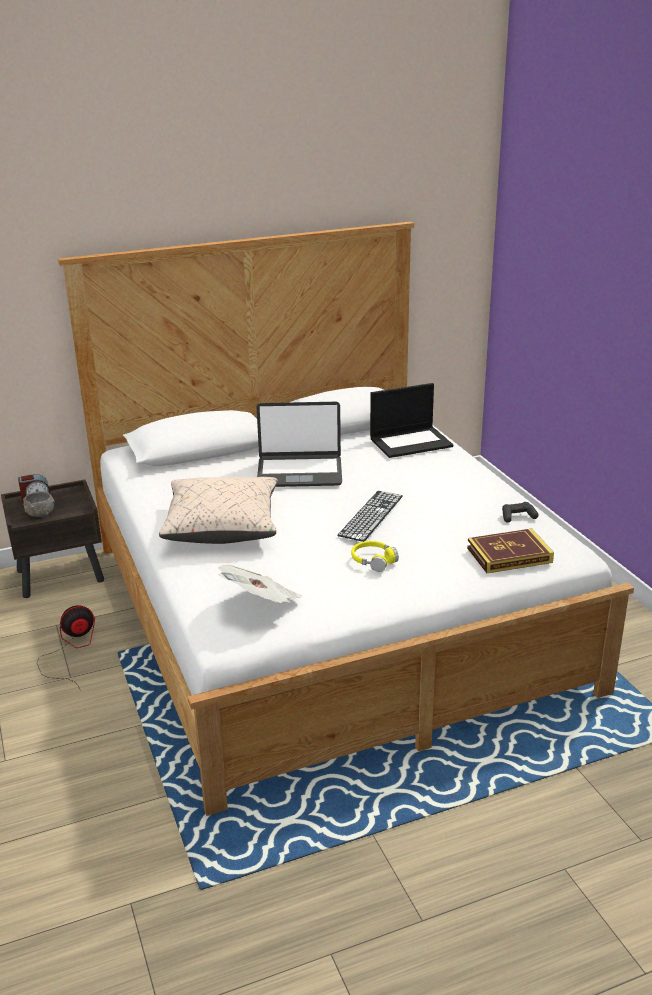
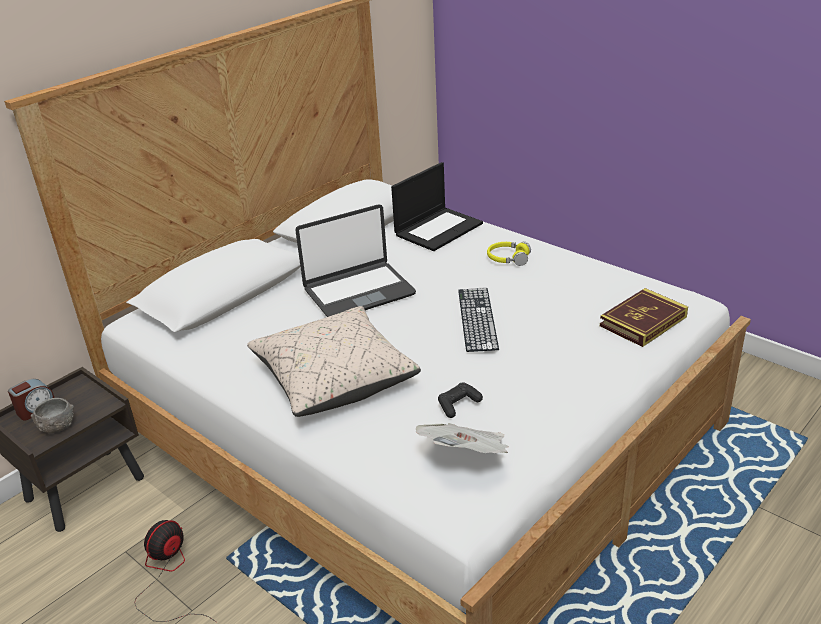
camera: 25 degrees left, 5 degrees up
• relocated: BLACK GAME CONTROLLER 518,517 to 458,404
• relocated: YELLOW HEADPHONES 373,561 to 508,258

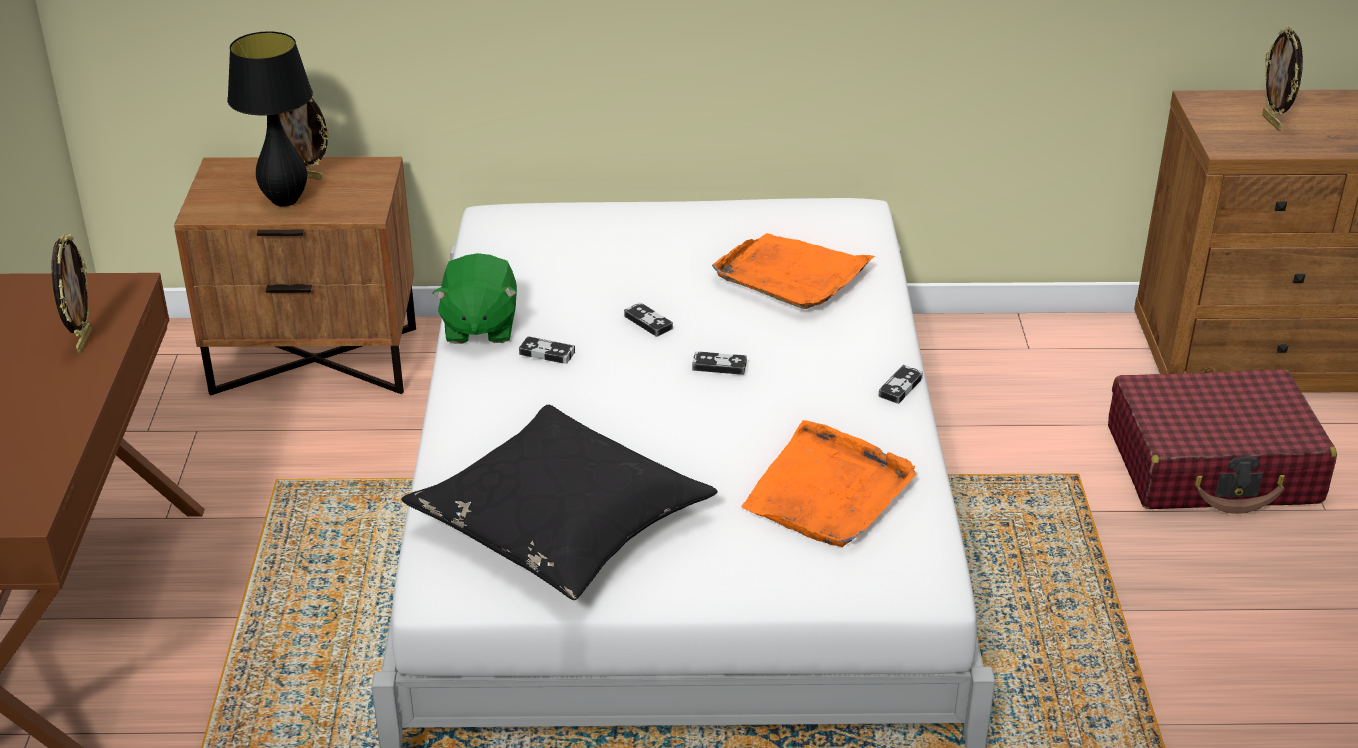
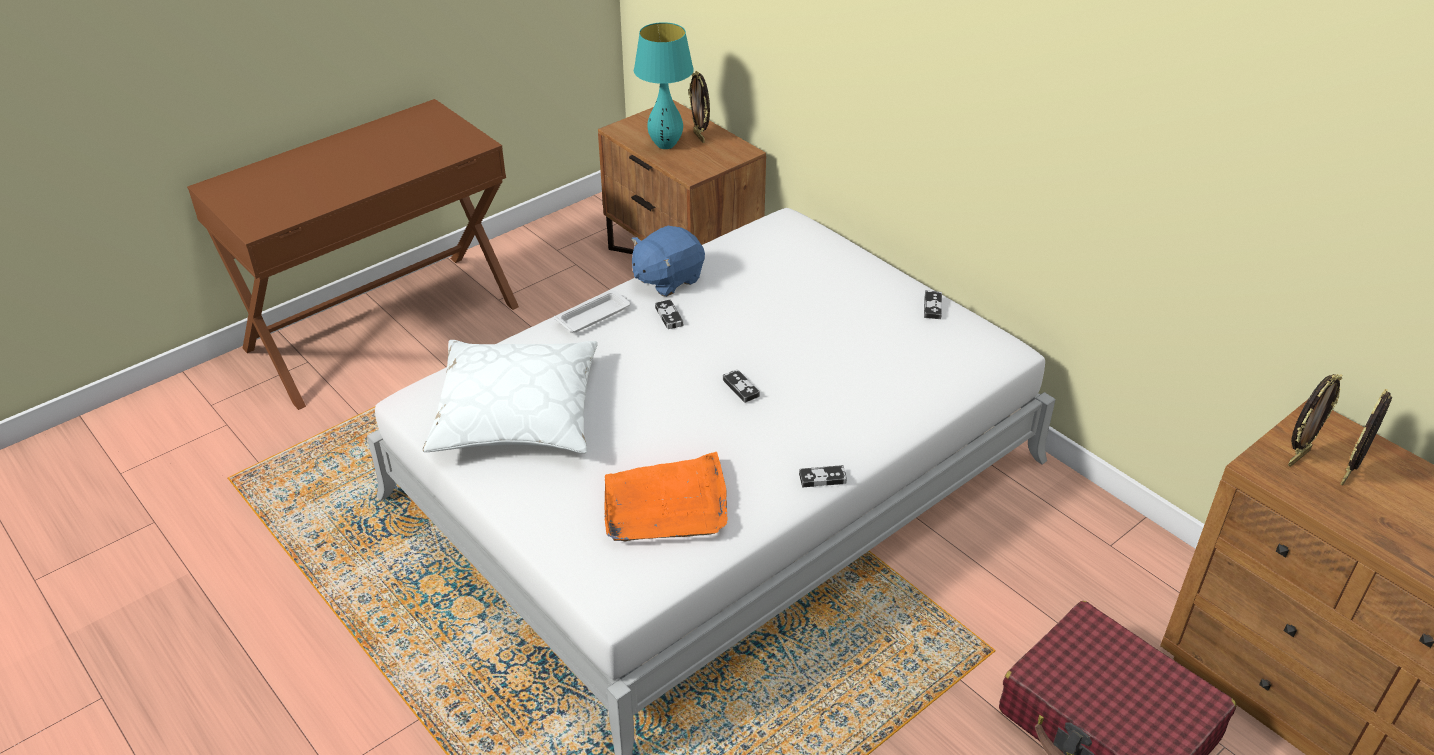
camera: 50 degrees right, 5 degrees up
• colour: BLACK TABLE LAMP 285,201 to TURQUOISE TABLE LAMP 665,145
• missing: ORANGE TRAY 791,274
• relocated: PICTURE FRAME 83,341 to 1297,456
• colour: GREEN PLUSH TOY 479,327 to BLUE PLUSH TOY 667,279
• relocated: GAME CONTROLLER 648,322 to 932,307
• colour: BLACK PILLOW 561,522 to WHITE PILLOW 517,412
• appeared: WHITE TRAY 594,315

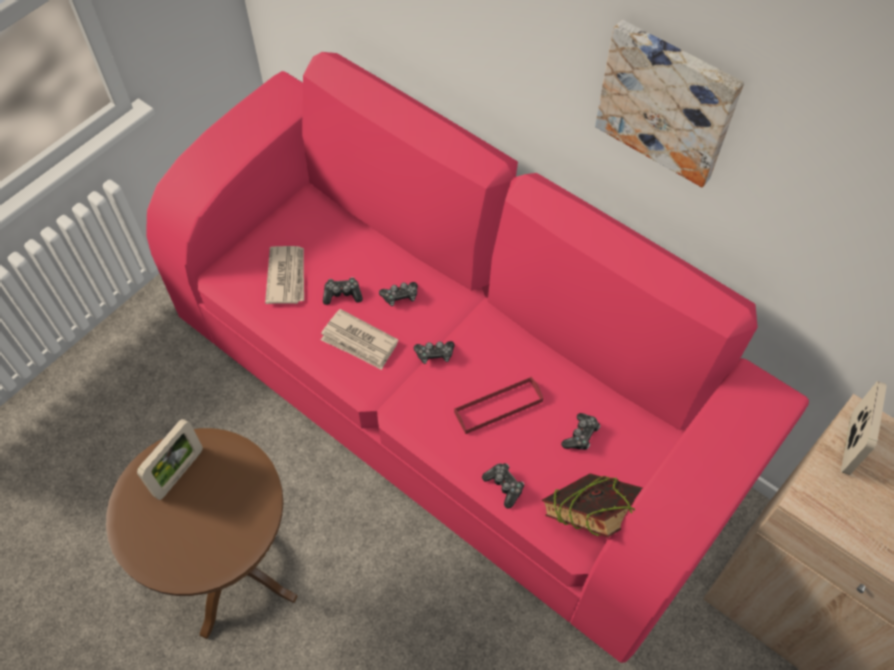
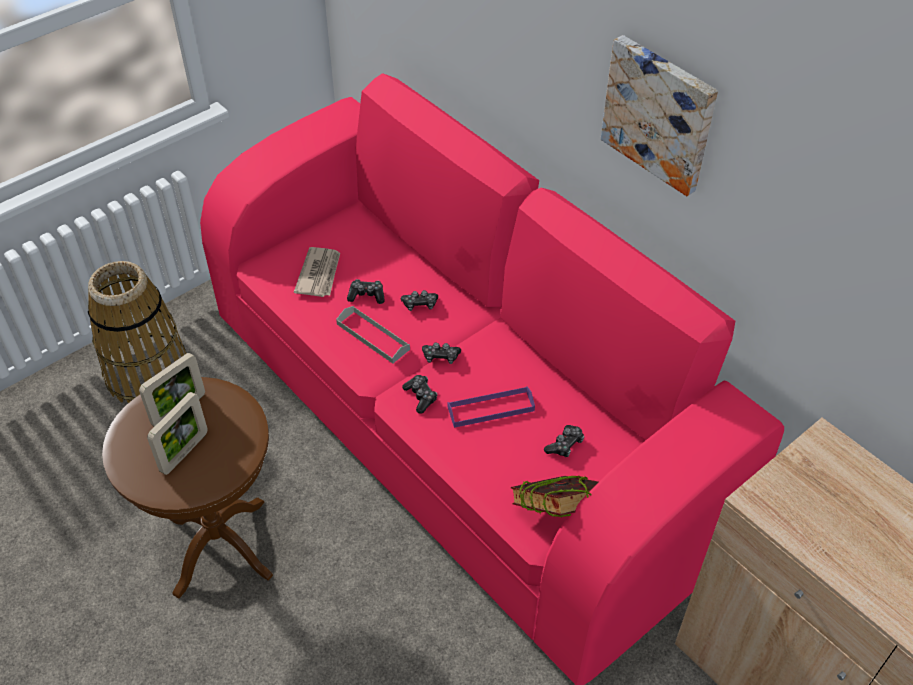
camera: 10 degrees right, 10 degrees down
• exchanged: NEWSPAPER 359,342 to GREY TRAY 373,337
• colour: RED TRAY 498,407 to PURPLE TRAY 491,409
• relocated: PICTURE FRAME 849,444 to 184,452
• relocated: GAME CONTROLLER 504,486 to 421,397
• appeared: BASKET 148,373

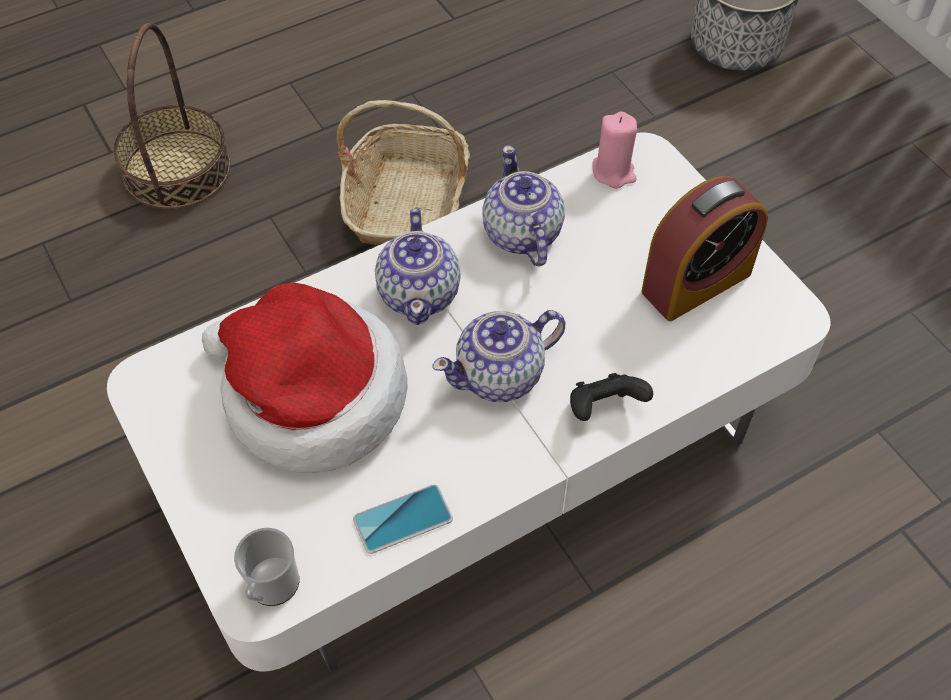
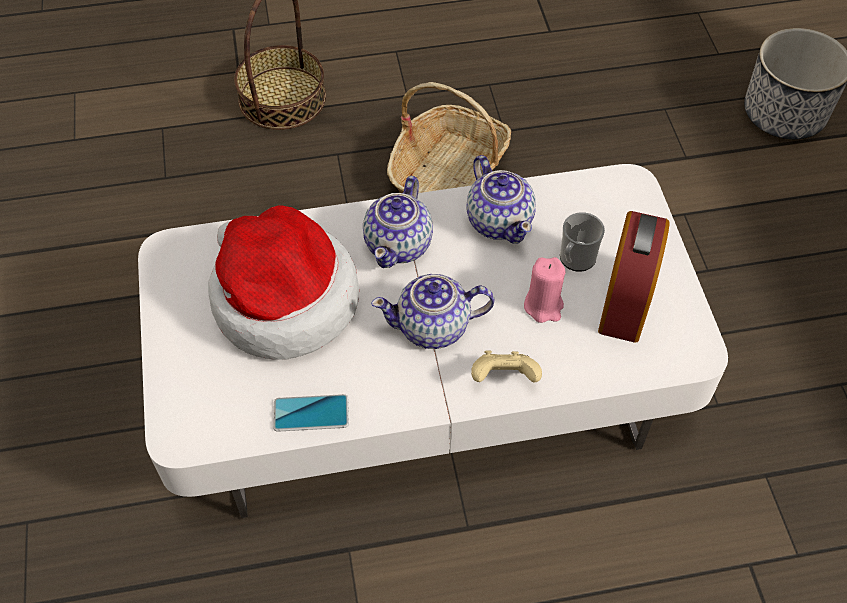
camera: 20 degrees right, 0 degrees up
• relocated: PINK CANDLE 613,172 to 543,306
• spun: TEAPOT 521,234 = 499,221 150 degrees clockwise
• spun: ALARM CLOCK 696,282 = 626,300 60 degrees counterclockwise
• colour: BLACK GAME CONTROLLER 604,408 to BEIGE GAME CONTROLLER 504,378
• relocated: MUG 271,588 to 575,260

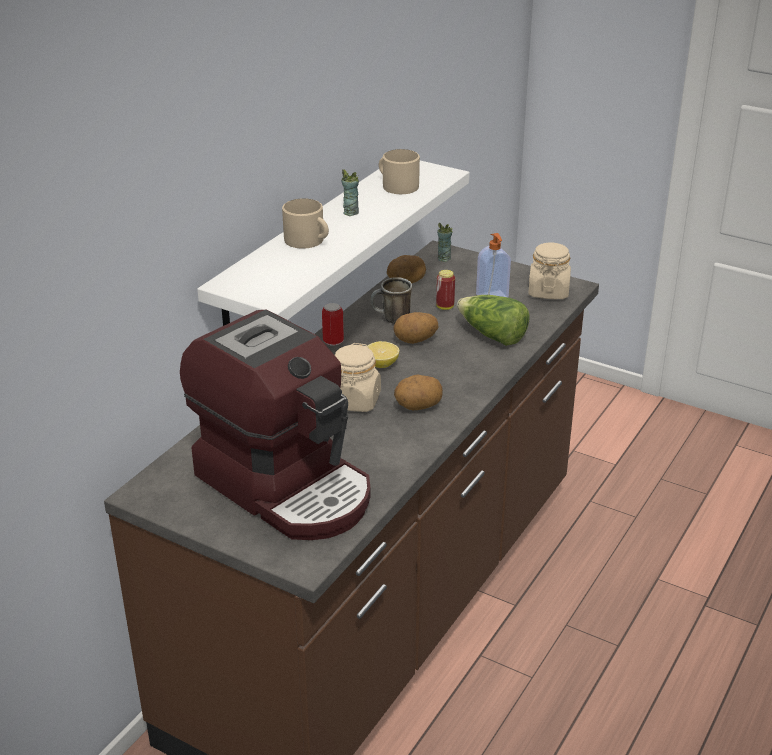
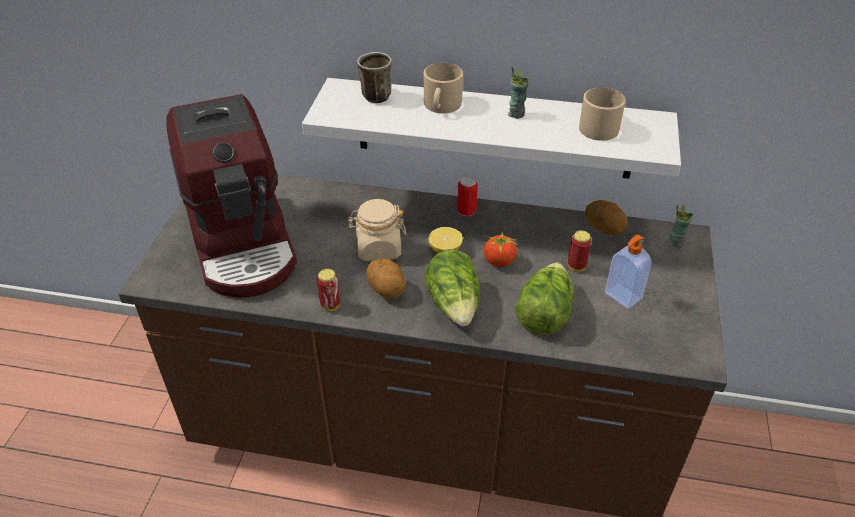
camera: 70 degrees right, 10 degrees up
• missing: BEIGE JAR 548,291
• relocated: MUG 391,320 to 373,95
• spun: COFFEE MACHINE 287,485 = 244,243 45 degrees counterclockwise
• exchanged: POTATO 415,341 to TOMATO 499,261
• appeared: LETTUCE 454,304
• appeared: CAN 330,305

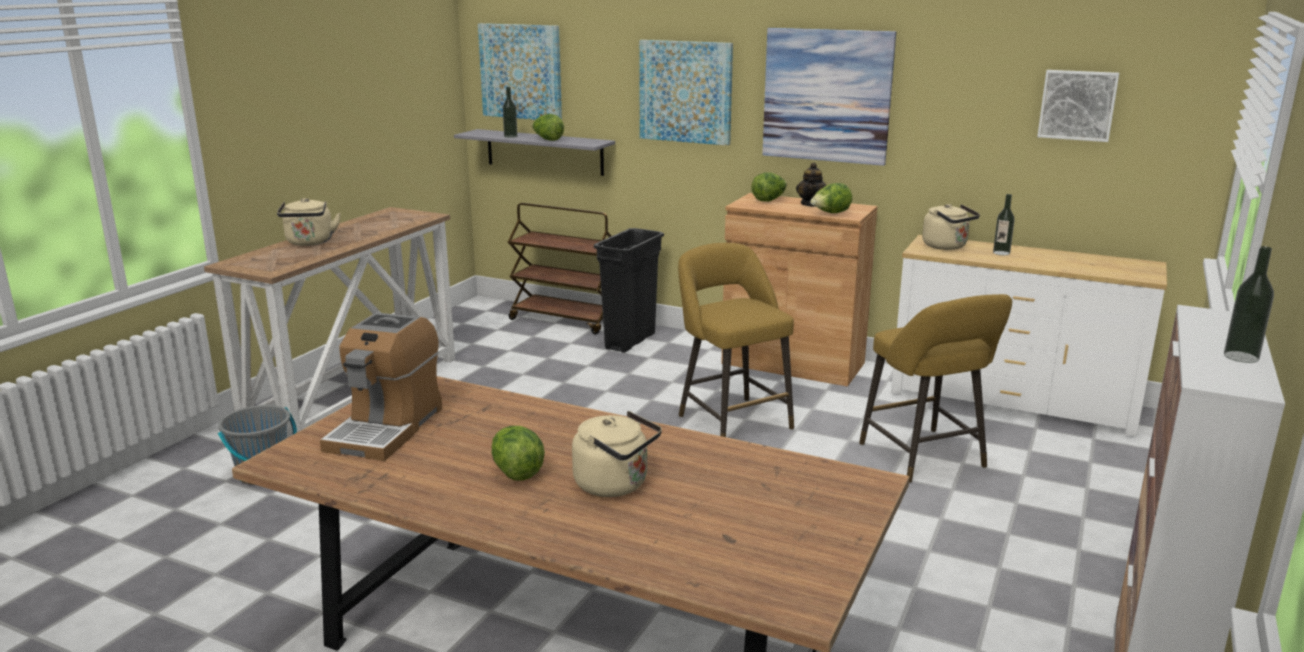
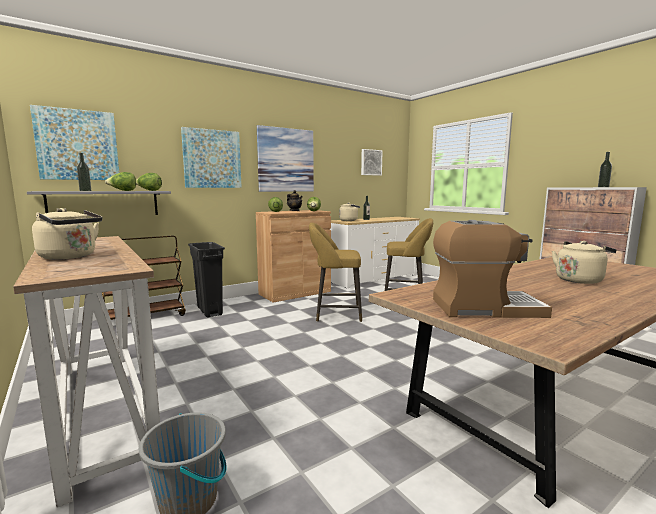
camera: 60 degrees left, 10 degrees down
• spun: COFFEE MACHINE 386,428 = 484,308 45 degrees counterclockwise
• relocated: LETTUCE 517,471 to 149,190

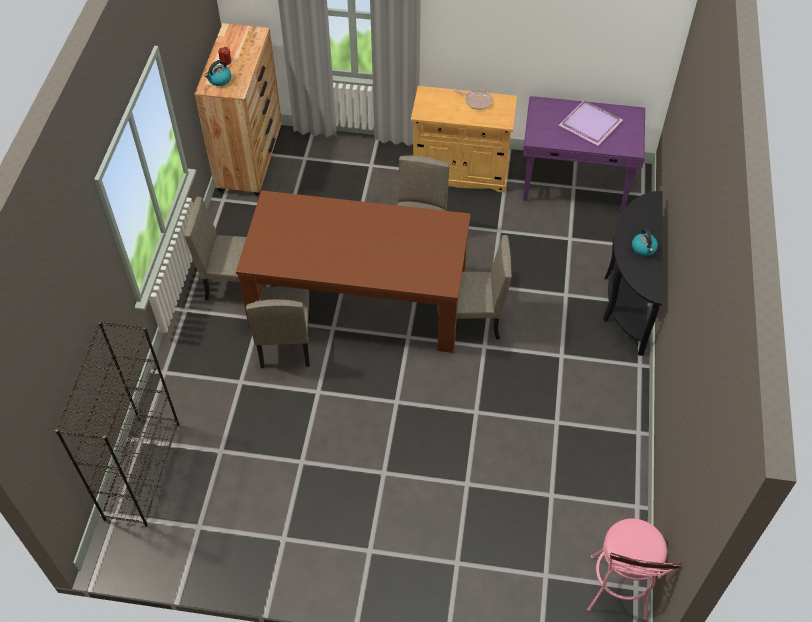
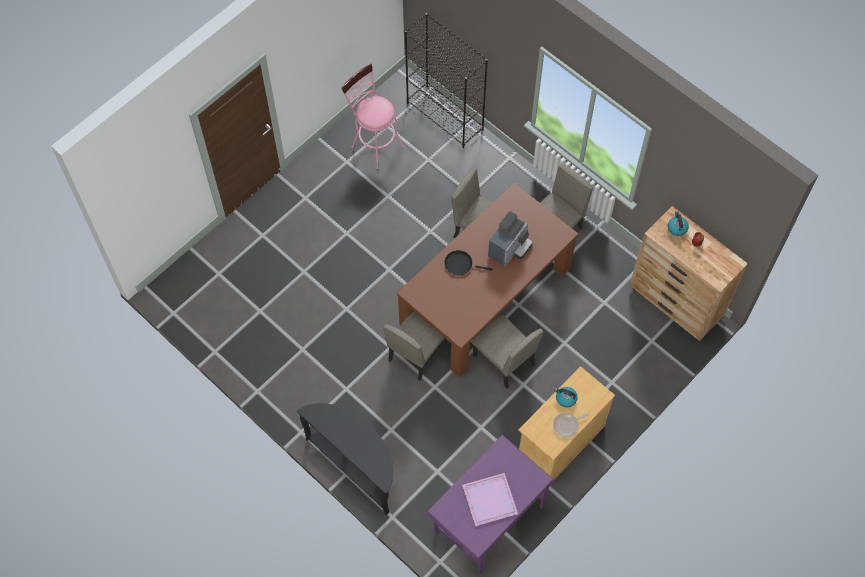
camera: 125 degrees right, 10 degrees up
• relocated: KETTLE 644,248 to 565,398
• relocated: PINK STOOL 618,593 to 374,144
• appeared: COFFEE MACHINE 509,248
• appeared: BLACK FRYING PAN 460,264

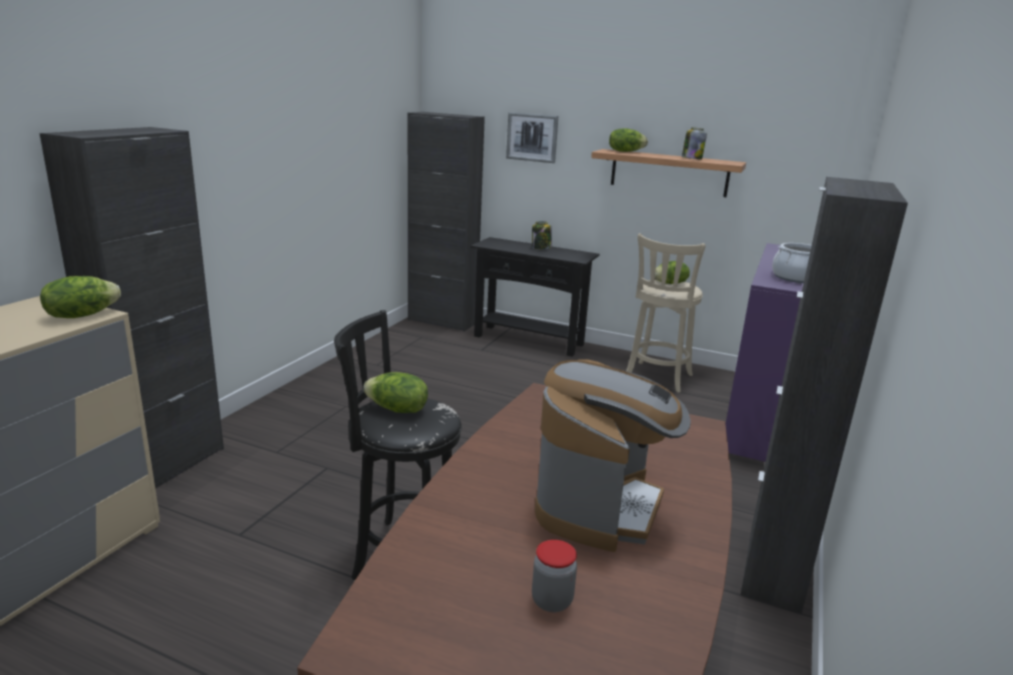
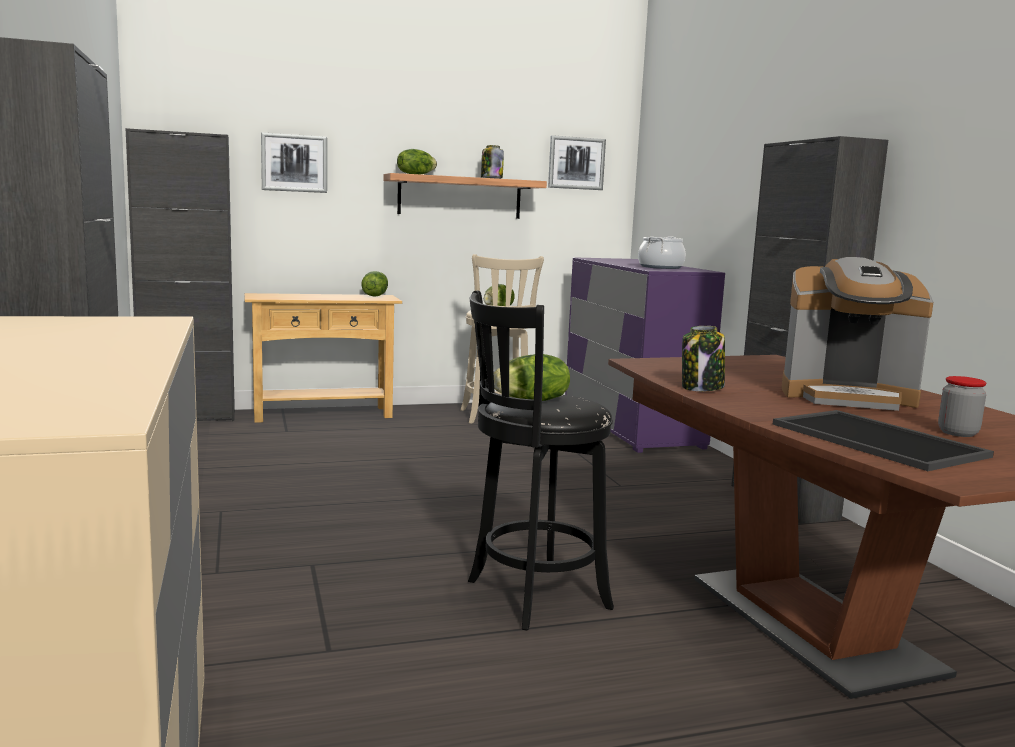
camera: 40 degrees left, 10 degrees down
• relocated: JAR 541,248 to 702,388
• colour: BLACK CONSOLE TABLE 528,340 to BEIGE CONSOLE TABLE 323,414
• relocated: LETTUCE 82,315 to 374,296
• spun: COFFEE MACHINE 600,506 = 847,397 120 degrees clockwise
• appeared: PICTURE 576,163
• appeared: TRAY 880,440

